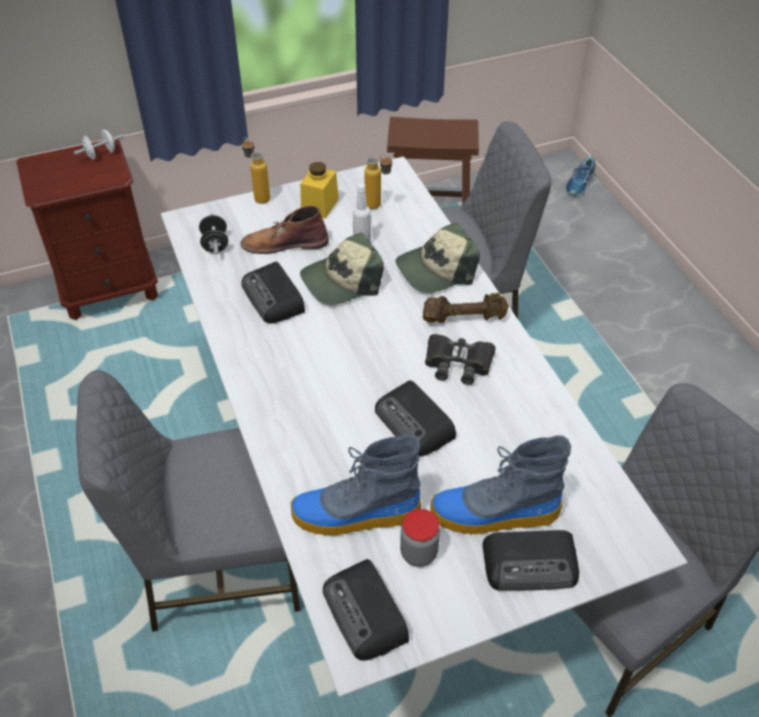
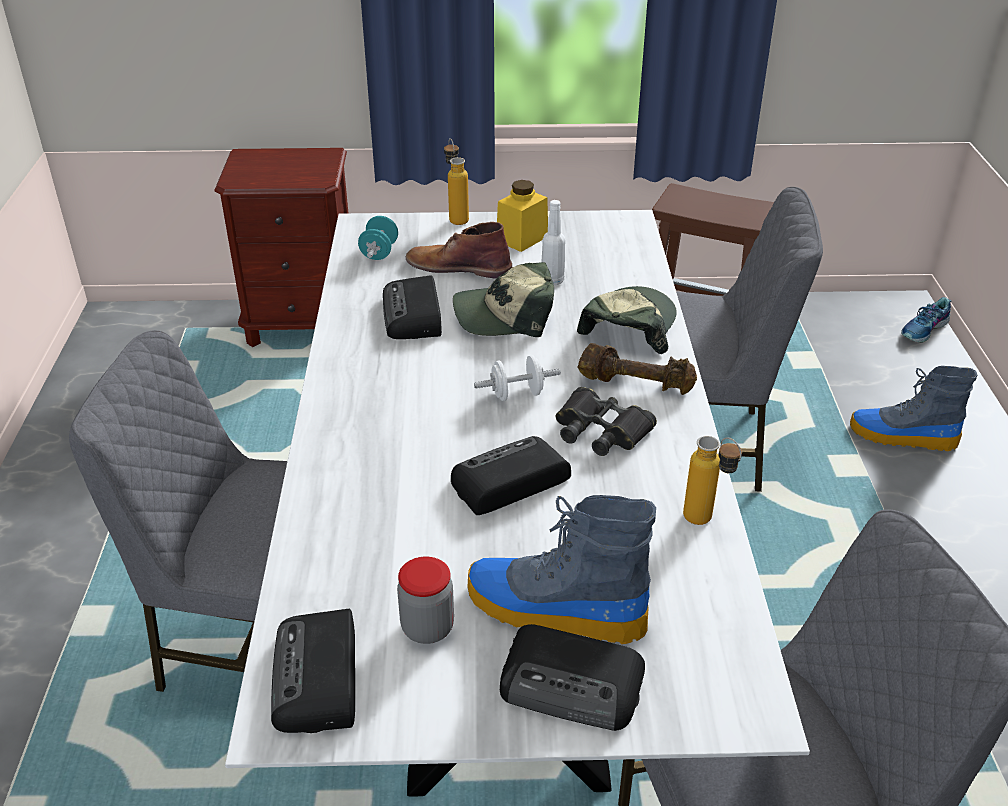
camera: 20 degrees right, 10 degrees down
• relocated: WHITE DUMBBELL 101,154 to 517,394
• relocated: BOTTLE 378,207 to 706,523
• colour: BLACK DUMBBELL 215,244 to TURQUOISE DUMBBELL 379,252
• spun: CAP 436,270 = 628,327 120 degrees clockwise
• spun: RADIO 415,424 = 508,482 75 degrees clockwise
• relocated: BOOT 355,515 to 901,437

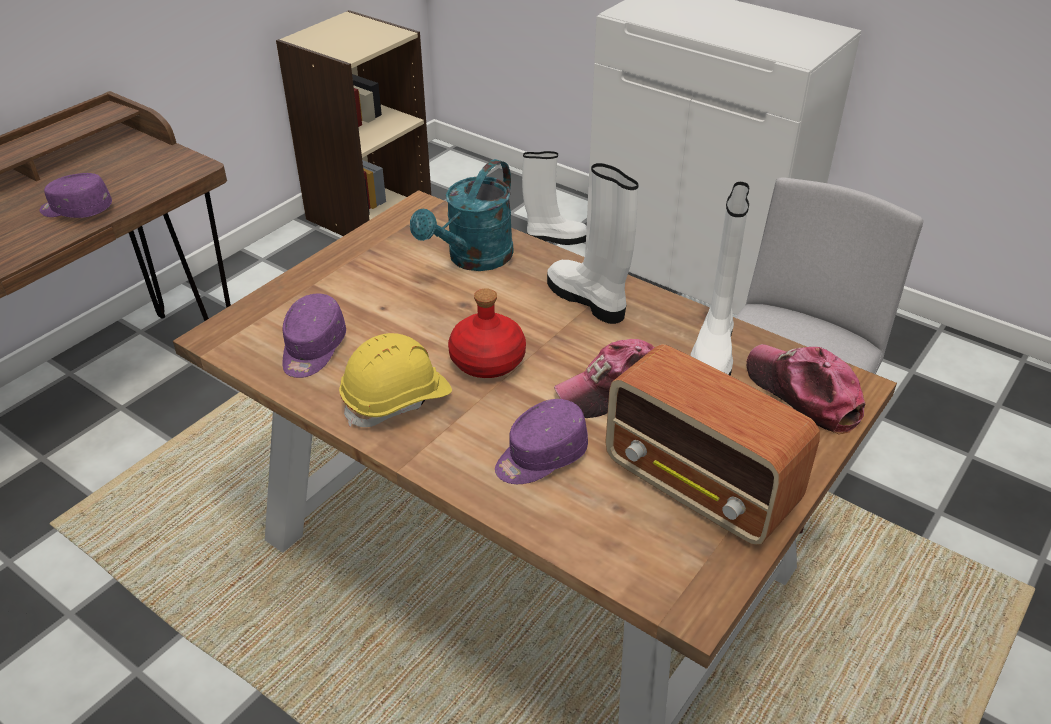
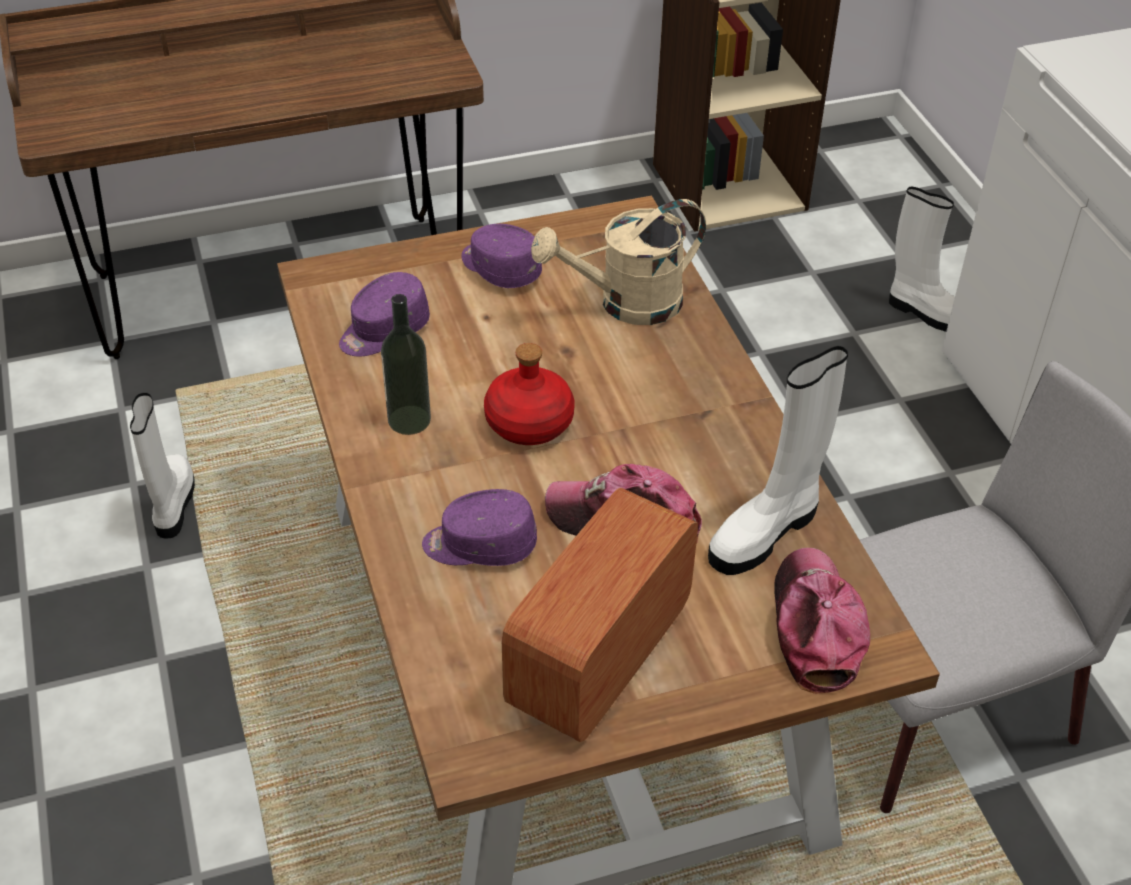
camera: 35 degrees right, 5 degrees up
• colour: TURQUOISE WATERING CAN 473,259 to BEIGE WATERING CAN 626,304
• relocated: WHITE BOOT 588,300 to 173,504
• relocated: PURPLE CAP 76,210 to 499,268
• exchanged: YELLOW HARD HAT 397,400 to BOTTLE 409,420
• spun: RADIO 701,487 = 597,659 45 degrees clockwise

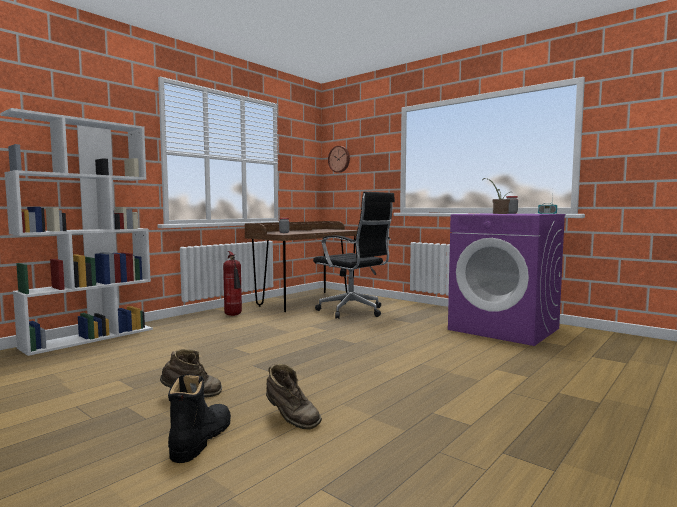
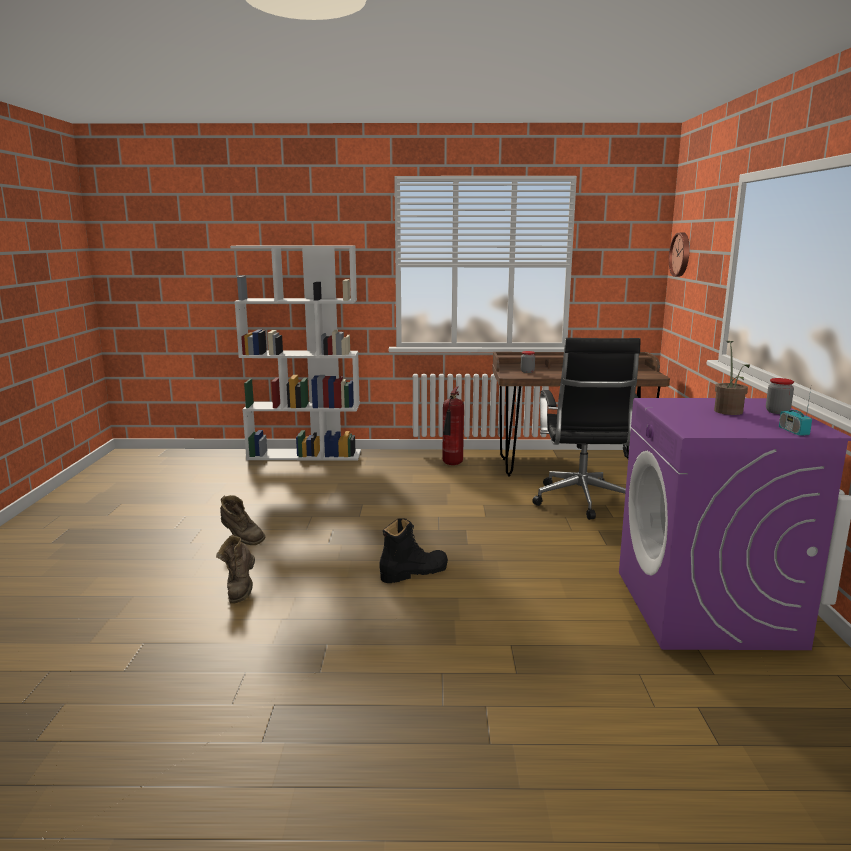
camera: 50 degrees right, 10 degrees up
• relocated: BLACK BOOT 201,439 to 414,572

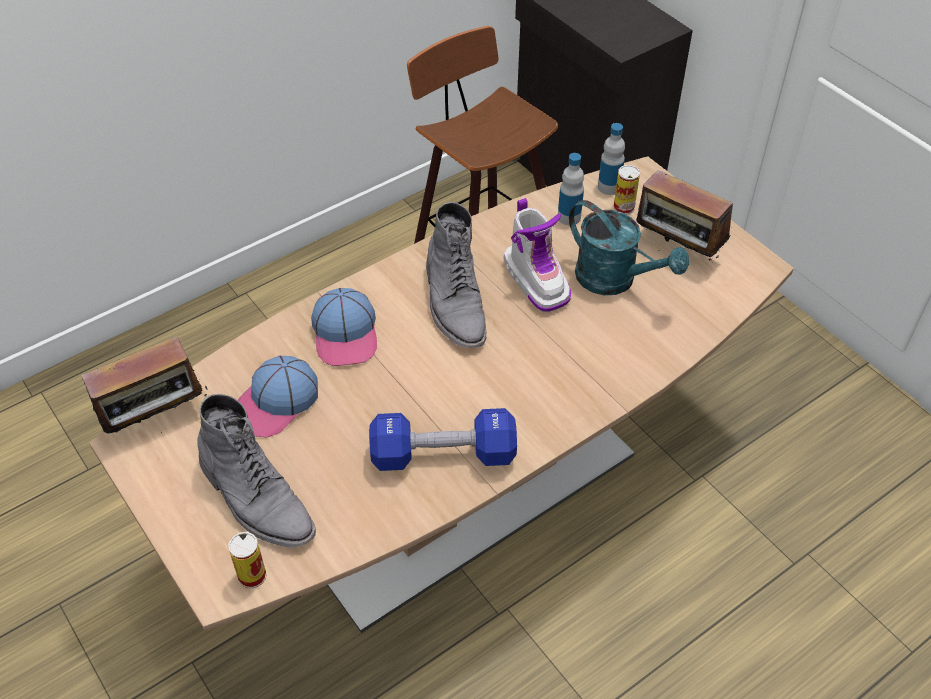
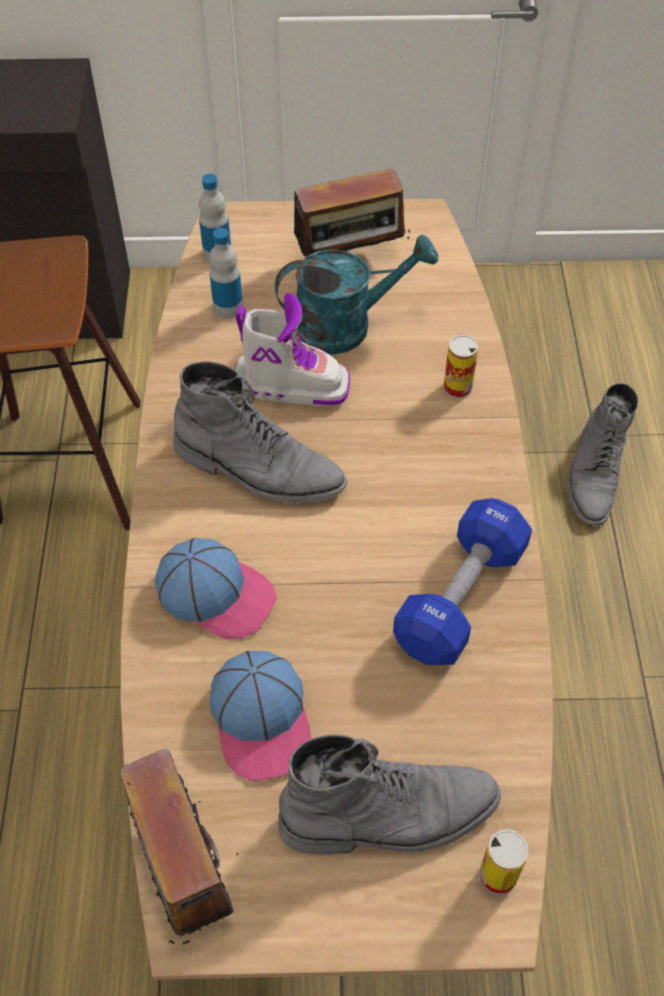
camera: 55 degrees left, 5 degrees up
• relocated: CAN 623,207 to 457,388
• spun: RADIO 156,420 = 182,870 150 degrees clockwise
• appeared: GREY BOOT 594,475

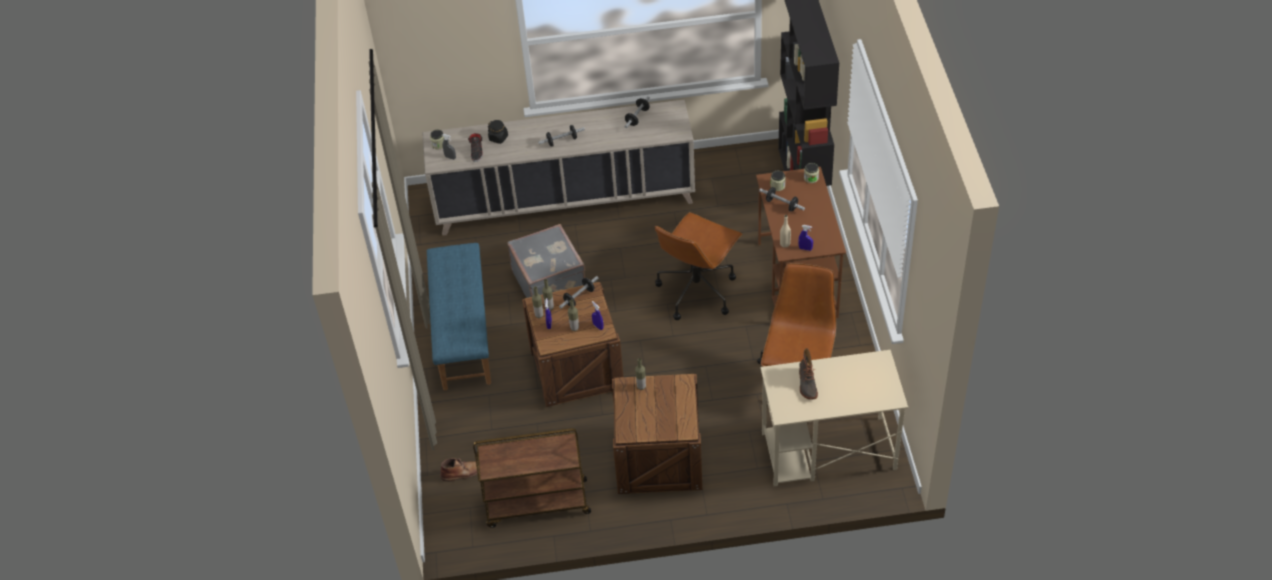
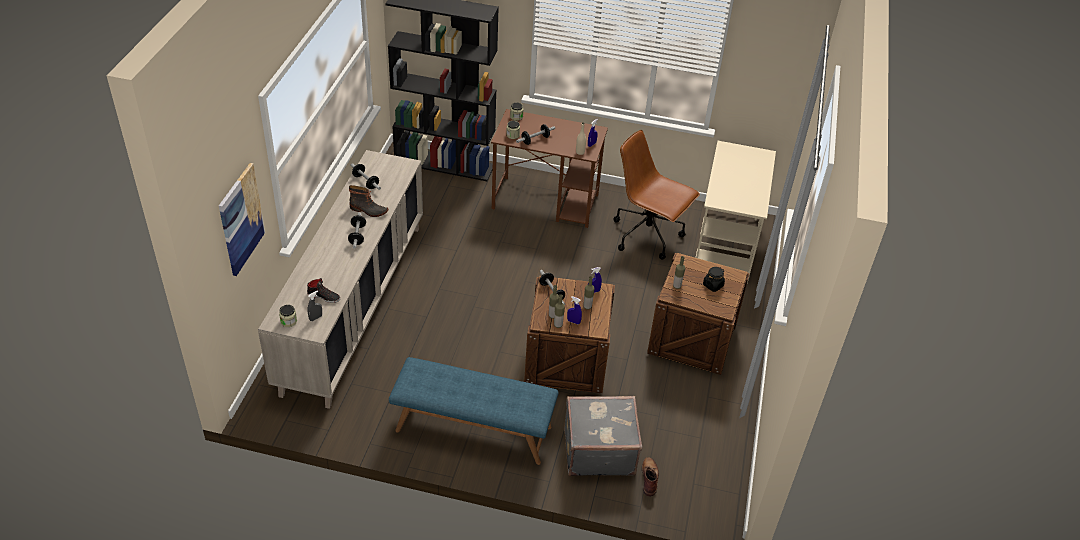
camera: 75 degrees left, 5 degrees down
• relocated: BLACK JAR 498,138 to 713,285
• missing: BROWN OFFICE CHAIR 697,290
• relocated: GREY SUITCASE 550,282 to 598,450
• relocated: BOOT 806,384 to 368,211
• missing: BROWN CART 536,504
• appeared: PICTURE 241,219

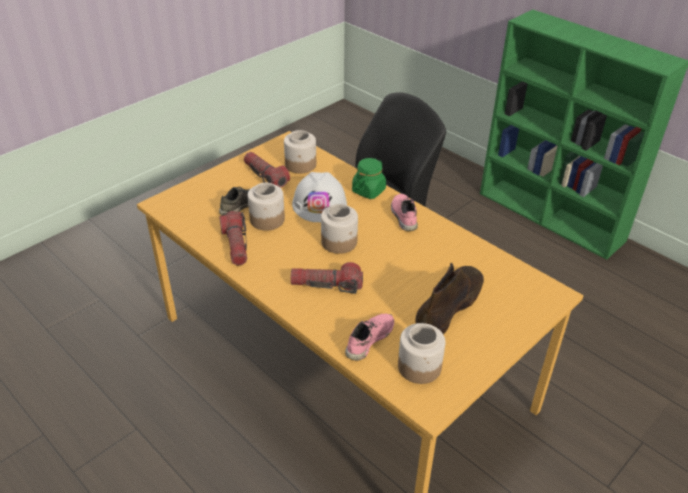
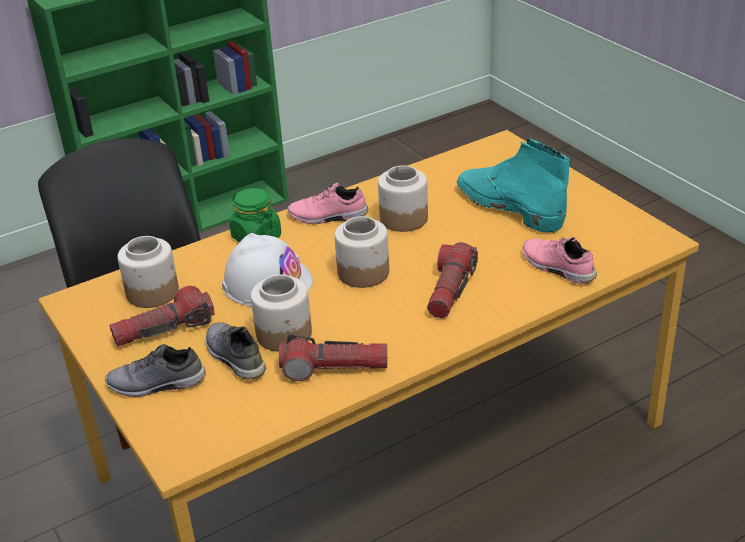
camera: 75 degrees left, 5 degrees down
• colour: BROWN BOOT 450,306 to TURQUOISE BOOT 508,207
• relocated: JAR 420,366 to 403,218
• appeared: GREY SHOE 156,384

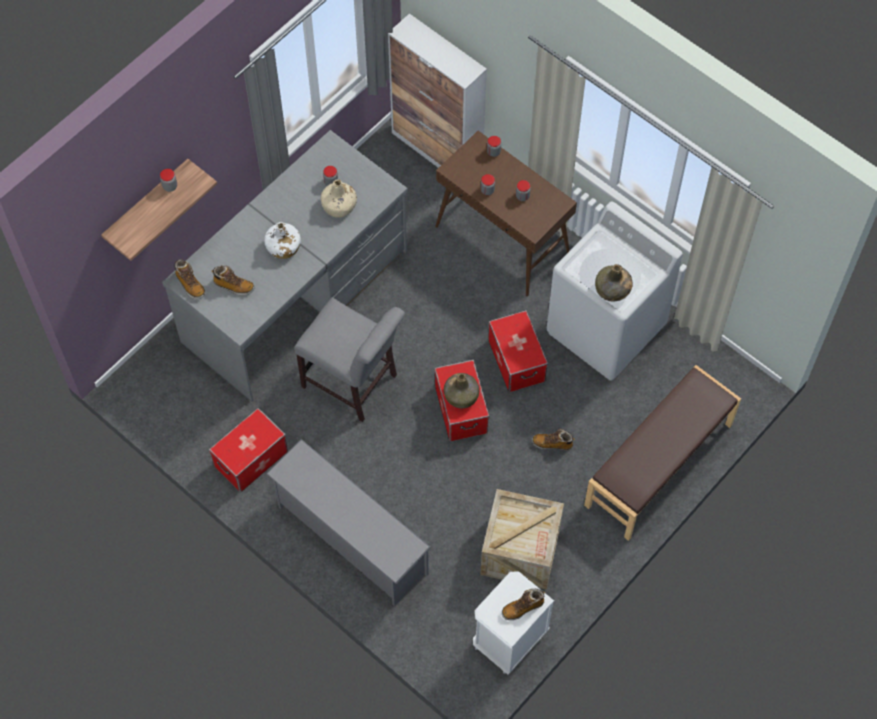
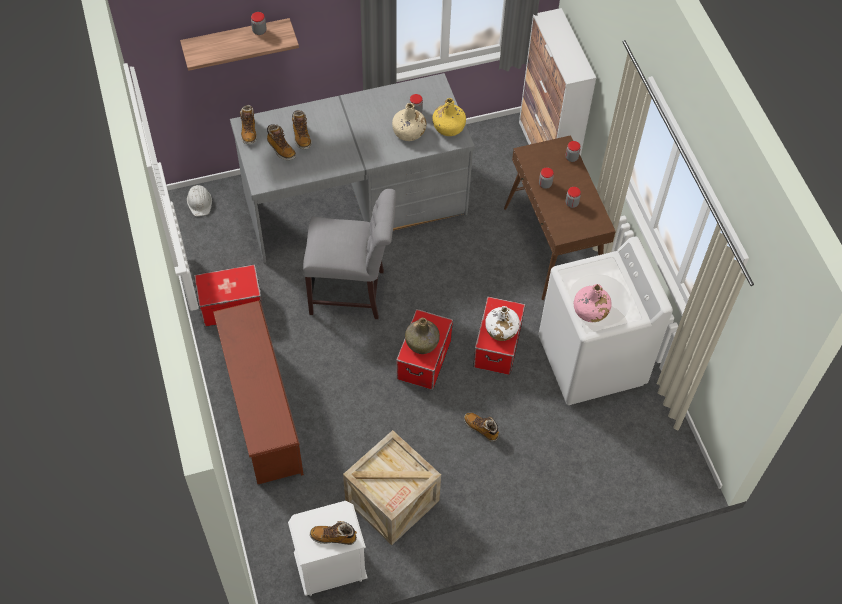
camera: 30 degrees right, 5 degrees down
• relocated: WHITE BOTTLE 283,247 to 501,330
• colour: GREEN BOTTLE 612,290 to PINK BOTTLE 590,311
• spun: GREY CHAIR 353,384 = 352,293 60 degrees counterclockwise
• missing: BROWN BENCH 659,465
• colour: GREY SHOE RACK 350,540 to BROWN SHOE RACK 261,411
• appeared: YELLOW BOTTLE 448,127
• appeared: BOOT 301,136
• appeared: WHITE HARD HAT 200,202

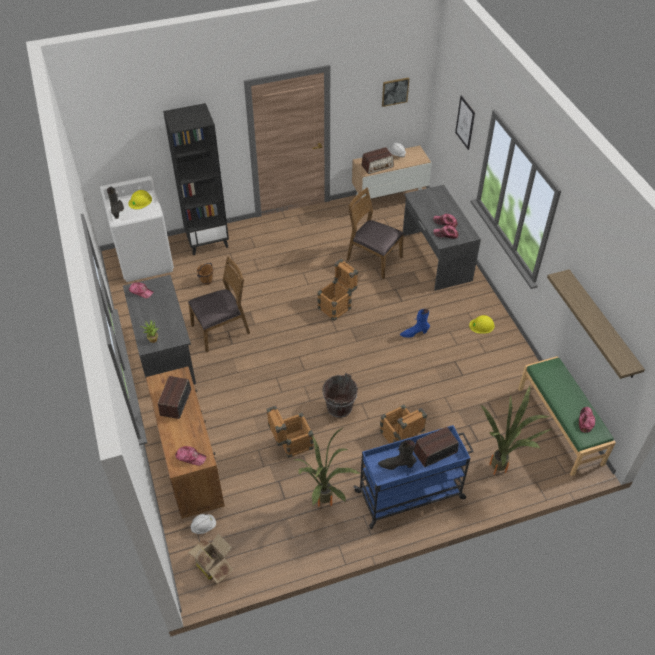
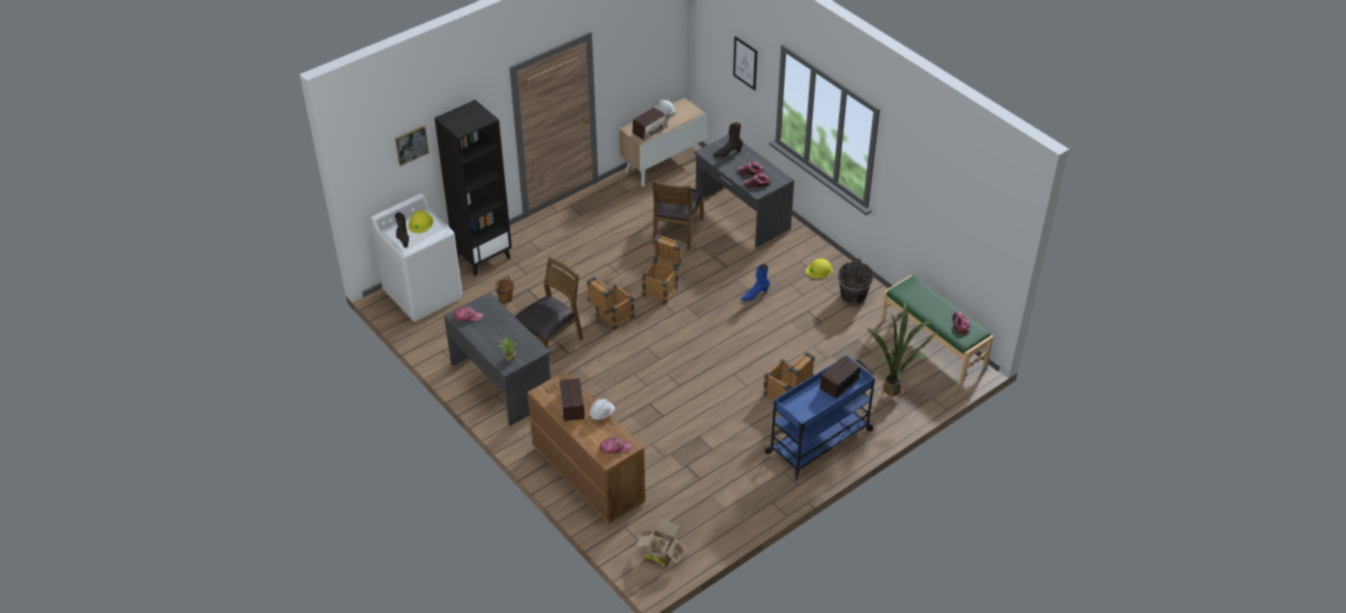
camera: 20 degrees left, 5 degrees down
• relocated: PICTURE 395,91 to 411,145
• spun: BROWN CHAIR 373,259 = 676,231 90 degrees counterclockwise
• missing: SHELF 602,324
• relocated: BROWN BUCKET 339,408 to 853,297
• relocated: CRATE 291,444 to 611,318
• missing: POTTED PLANT 323,505
• relocated: BLACK BOOT 396,465 to 727,153
• relocated: WHITE HARD HAT 203,526 to 602,414

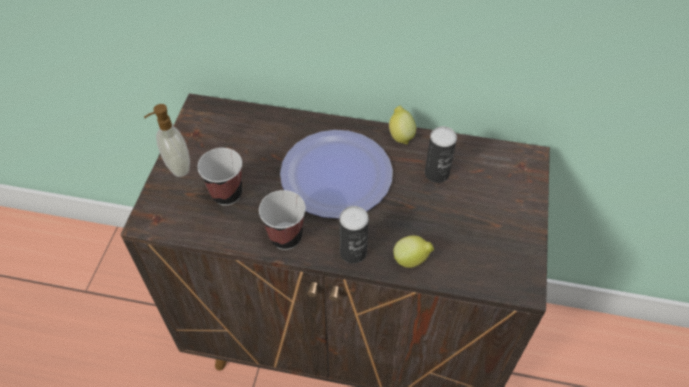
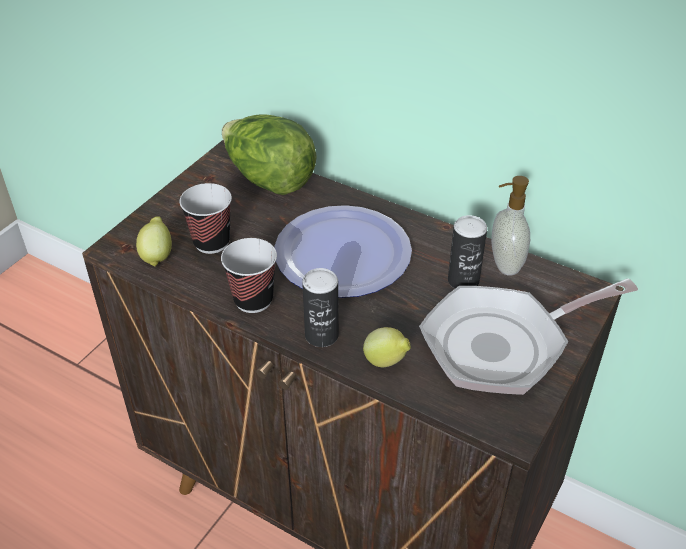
camera: 20 degrees right, 10 degrees down
• relocated: SOAP DISPENSER 177,167 to 504,264
• relocated: LEMON 400,135 to 157,255
• appeared: LETTUCE 269,180
• appeared: FRYING PAN 503,345

